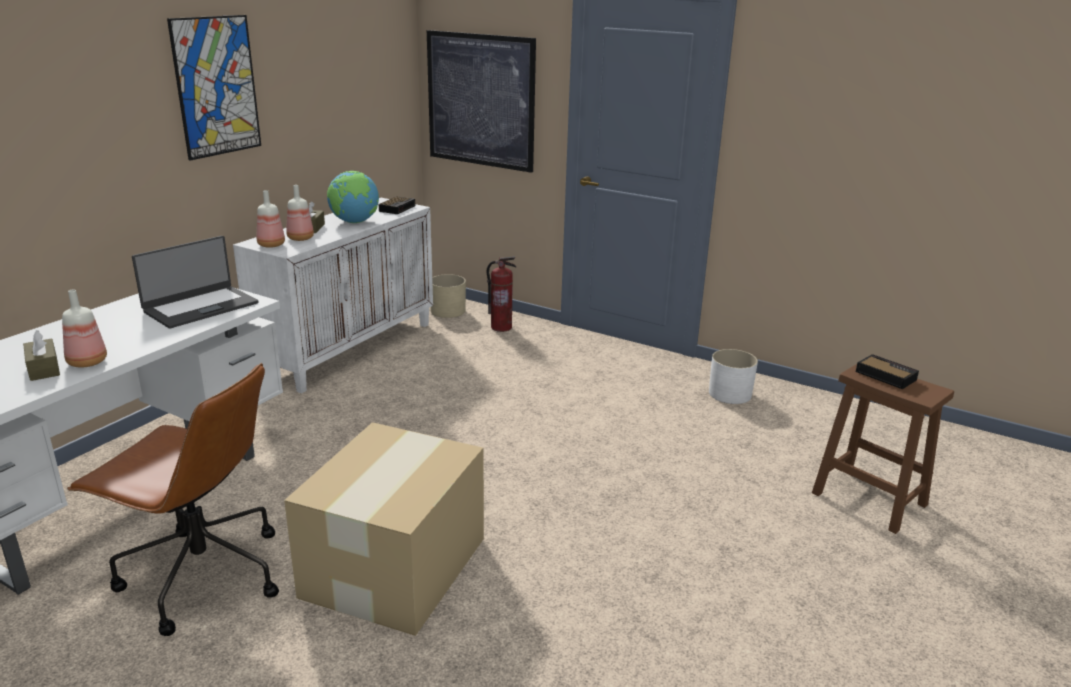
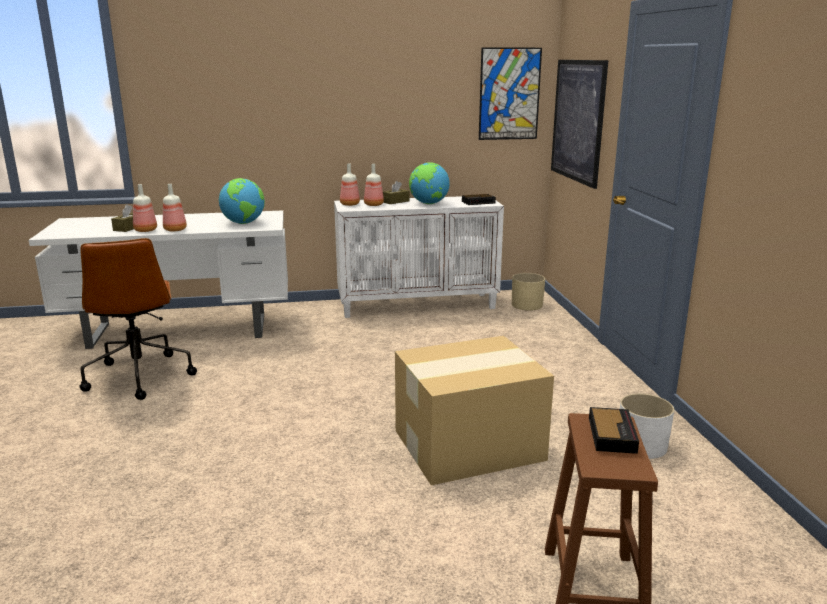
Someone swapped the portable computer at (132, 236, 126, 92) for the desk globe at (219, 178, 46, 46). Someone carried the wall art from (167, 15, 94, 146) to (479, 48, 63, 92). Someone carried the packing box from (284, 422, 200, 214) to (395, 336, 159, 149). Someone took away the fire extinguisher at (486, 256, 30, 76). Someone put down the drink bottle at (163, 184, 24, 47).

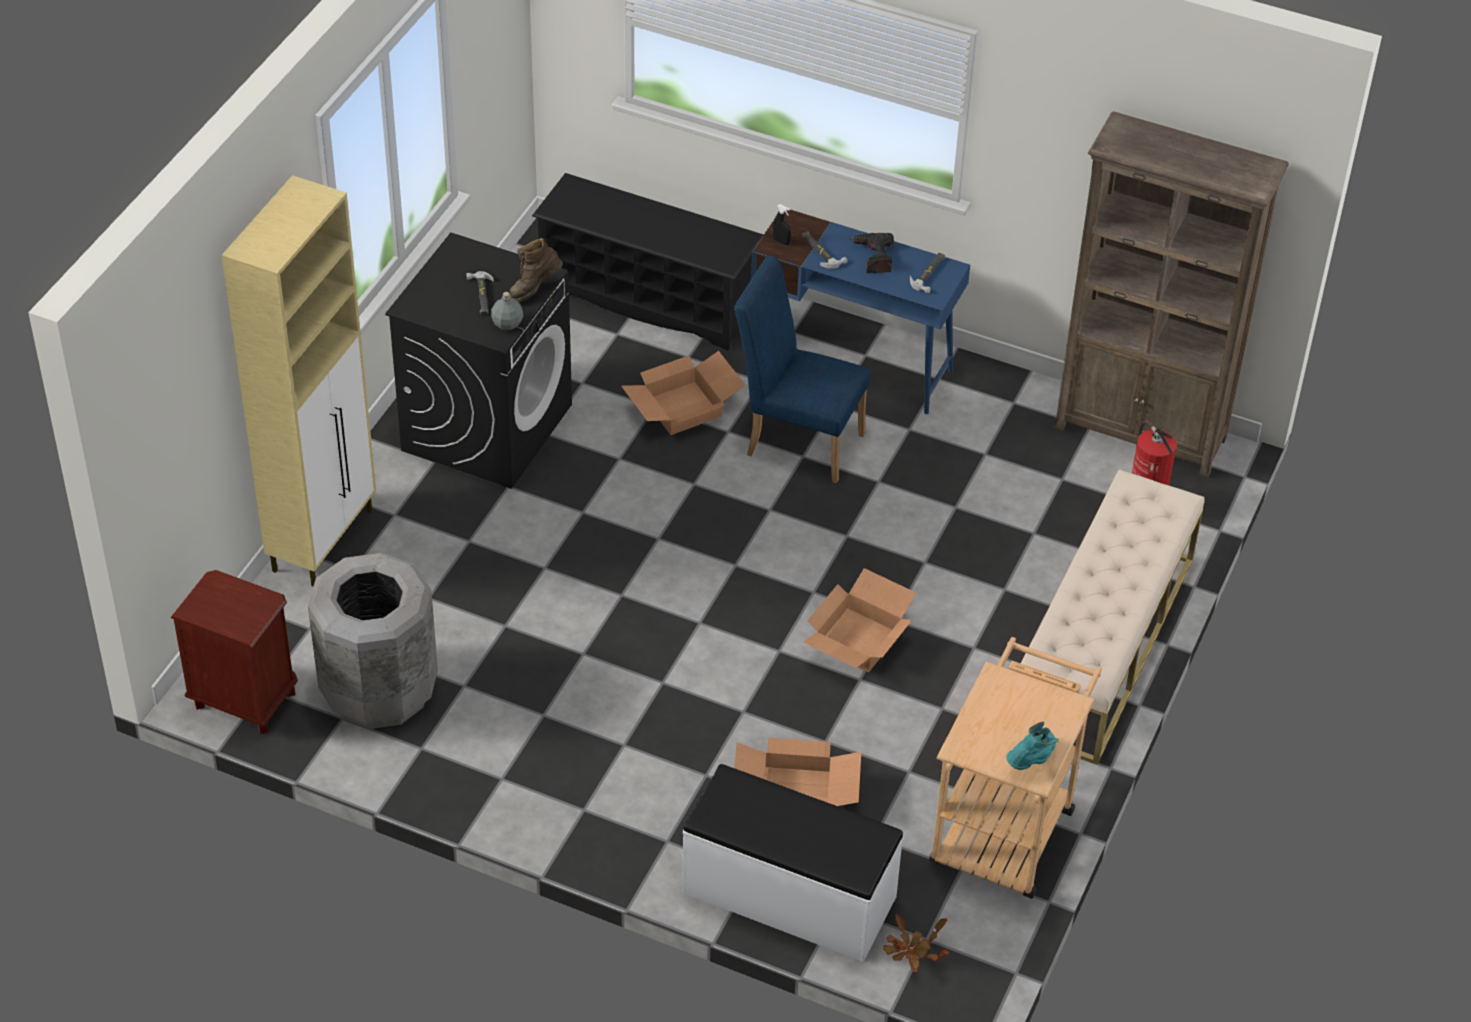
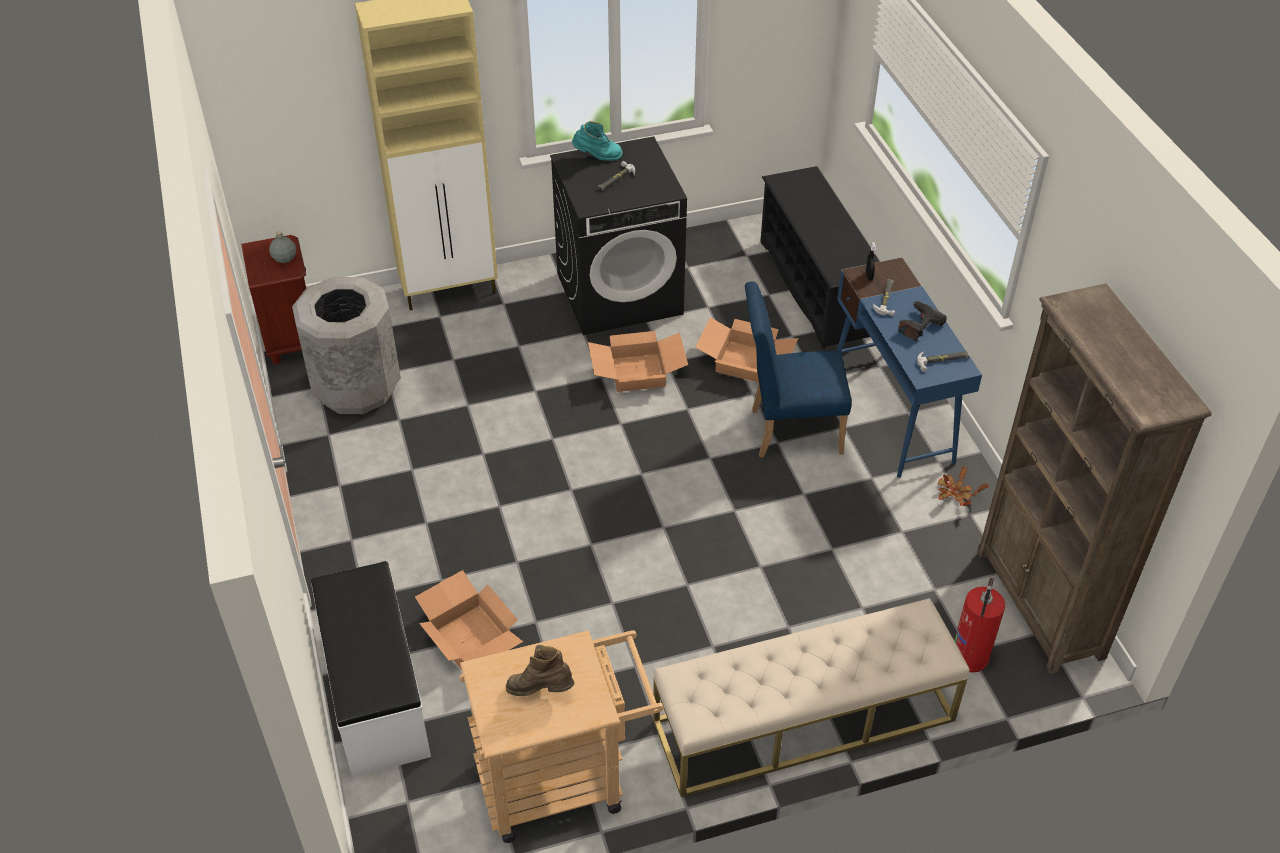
Someone carried the gray drink bottle from (491, 292, 33, 38) to (269, 231, 27, 32). Someone carried the brownish tall boot from (510, 238, 53, 64) to (506, 645, 68, 51). Someone rotated the bluish plain chair at (734, 256, 137, 228) by 75 degrees counterclockwise. Someone carried the packing box from (803, 568, 113, 104) to (588, 331, 100, 61). Someone carried the potted plant from (883, 914, 66, 58) to (938, 466, 51, 40). Someone carried the turquoise-coloured tall boot from (1006, 722, 53, 48) to (572, 121, 50, 40).

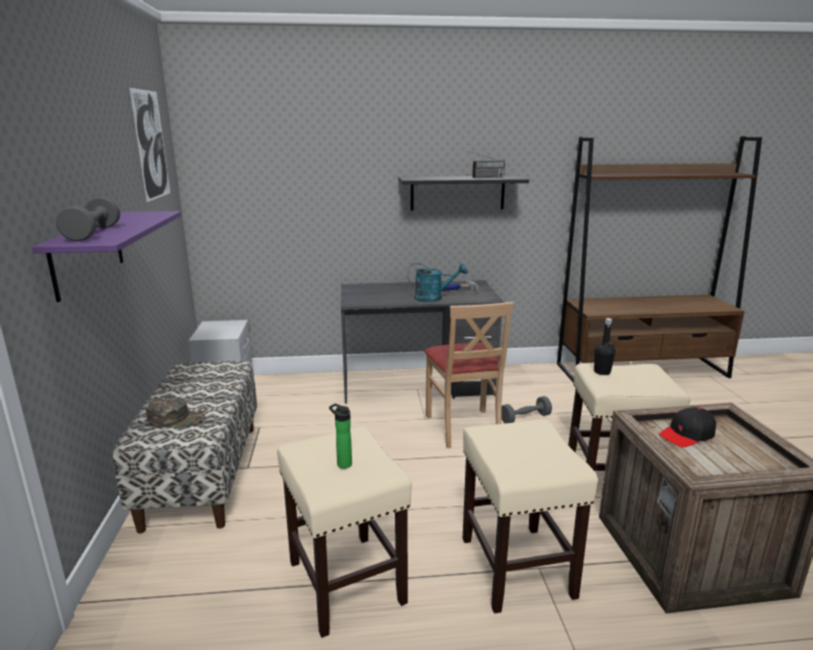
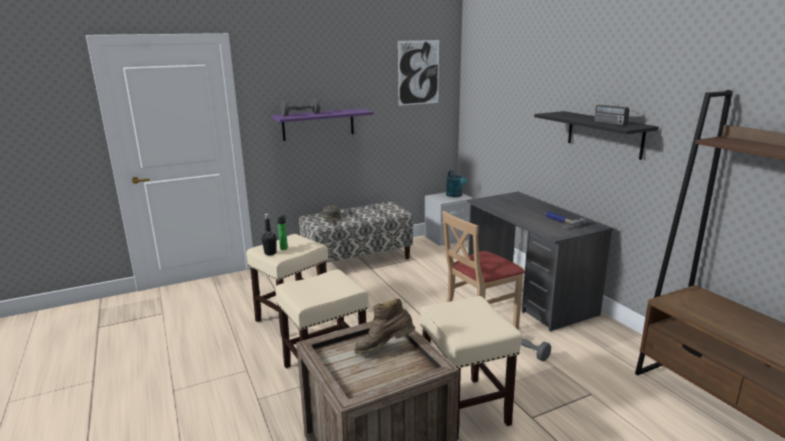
Someone carried the turquoise-coloured watering pot from (408, 263, 59, 39) to (446, 171, 21, 26). Someone carried the blackish drink bottle from (594, 318, 21, 57) to (262, 214, 14, 41). Someone swapped the blackish baseball cap at (659, 407, 57, 40) for the brownish tall boot at (354, 298, 61, 57).

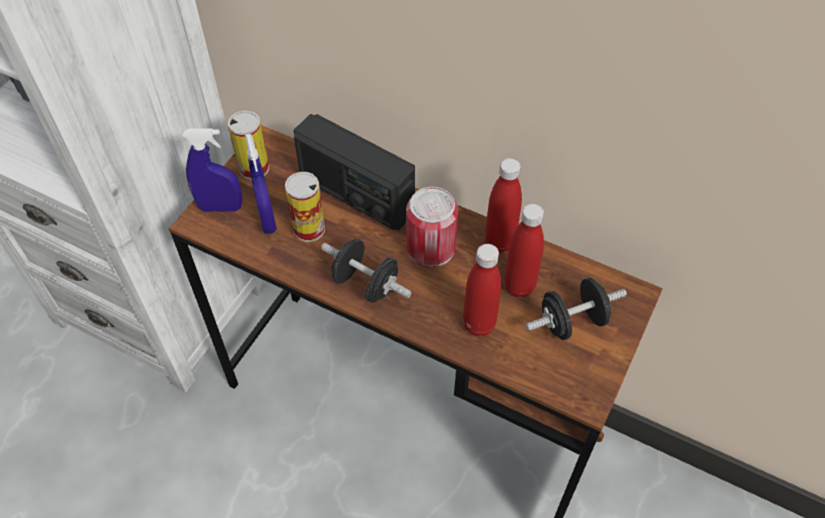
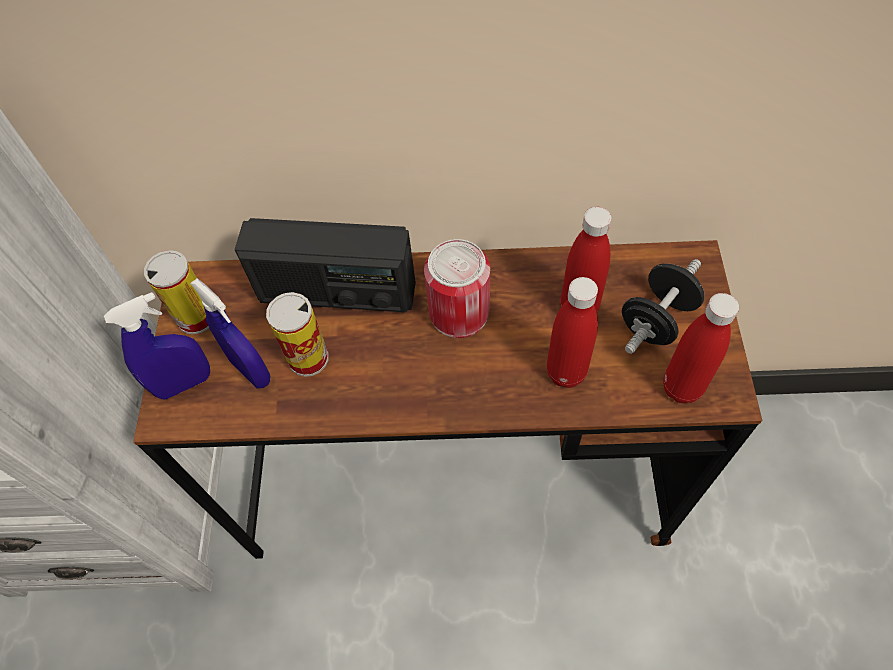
Someone took away the blackish hand weight at (321, 239, 91, 64). Someone carried the red-coloured drink bottle from (485, 158, 37, 95) to (663, 293, 76, 110).

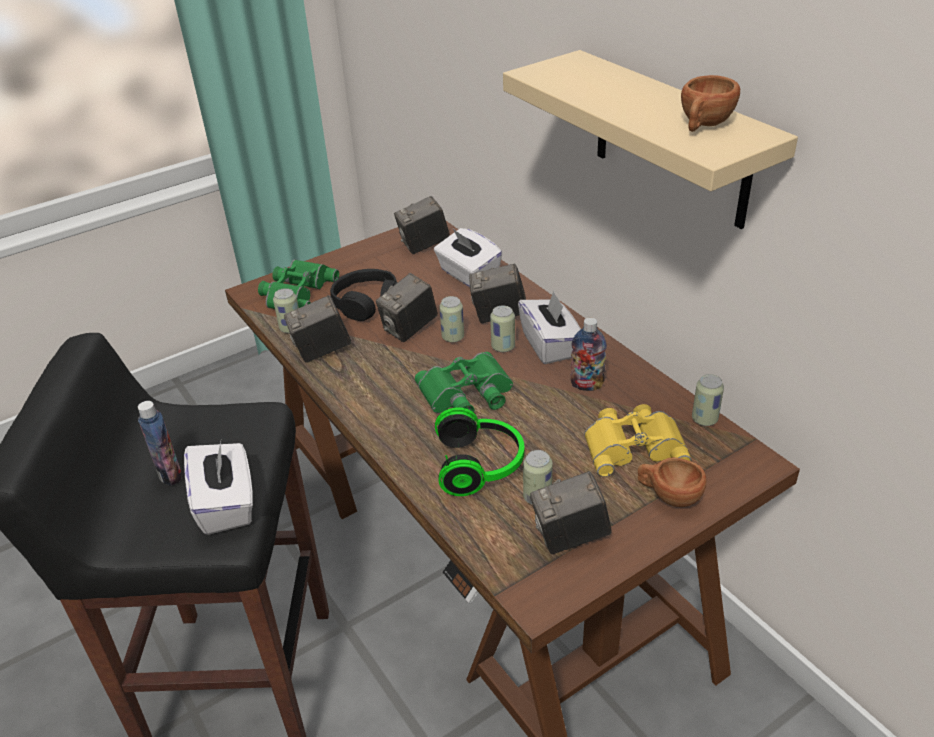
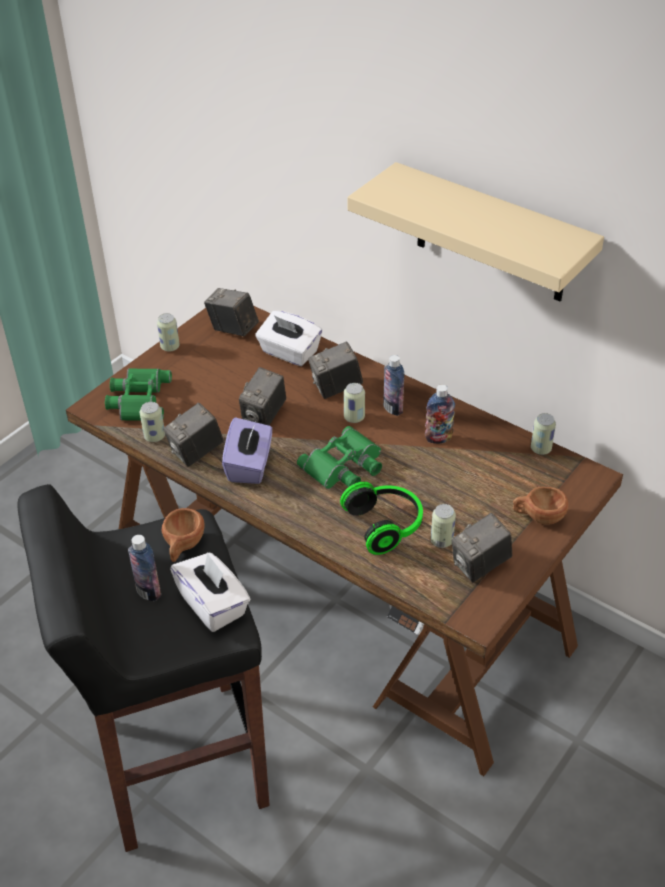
Someone took away the blackish headphones at (330, 269, 68, 52). Someone rotated the photo camera at (394, 196, 56, 58) by 75 degrees clockwise. Someone carried the sealed can from (439, 296, 25, 47) to (157, 313, 23, 39). Someone swapped the white box of tissues at (518, 291, 63, 73) for the drink bottle at (383, 355, 21, 61). Someone took away the yellowish pair of binoculars at (584, 404, 108, 73). Someone carried the brownish cup from (681, 75, 59, 57) to (162, 508, 42, 54). Someone put down the purple-coloured box of tissues at (222, 417, 50, 67).

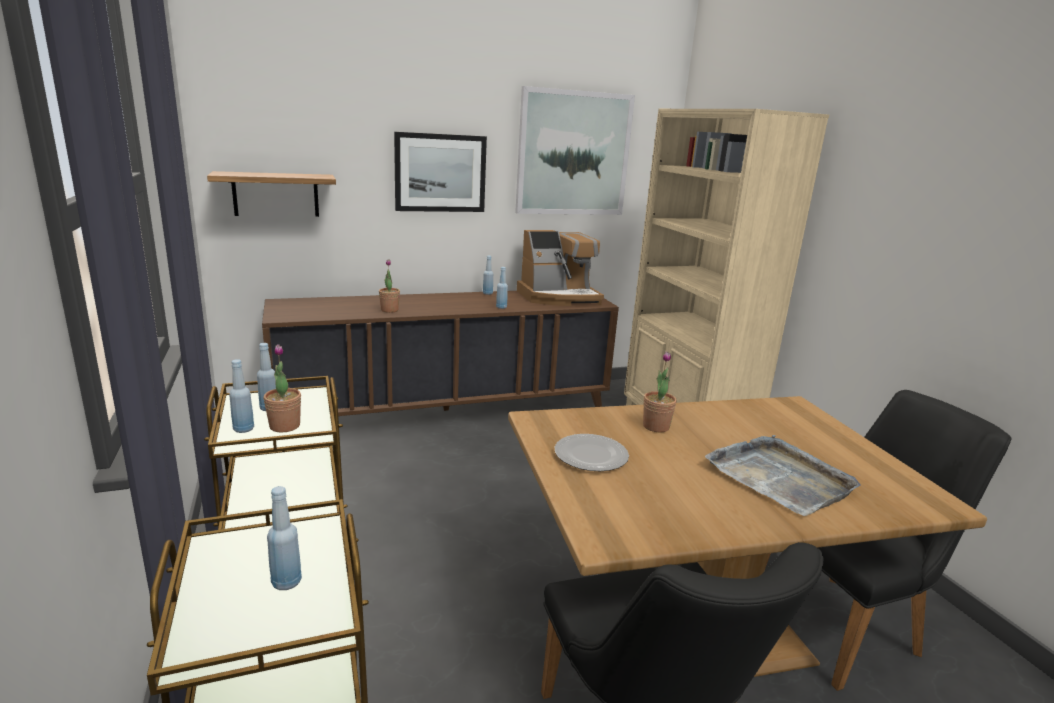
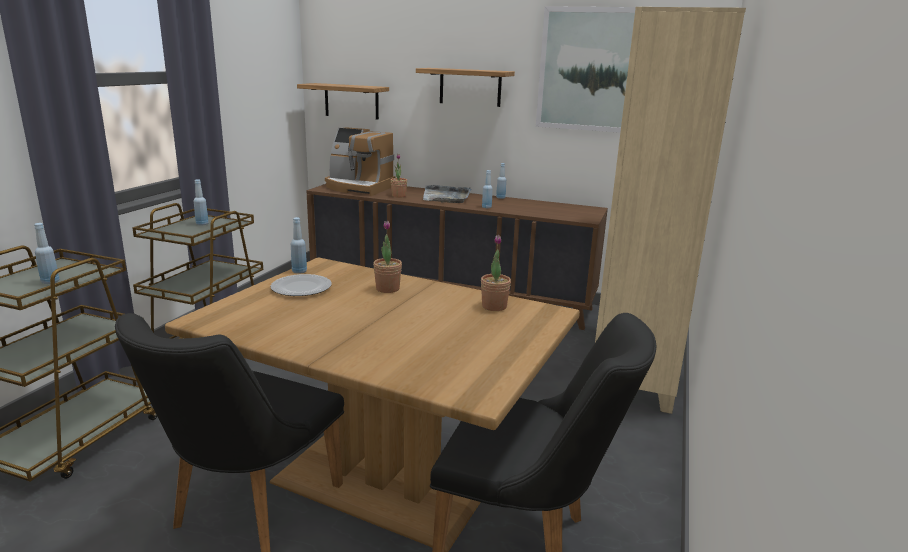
Someone carried the bluish drink bottle from (229, 359, 25, 74) to (291, 217, 16, 57). Someone carried the potted plant from (263, 344, 38, 88) to (481, 235, 30, 76). Someone swapped the wall art at (394, 132, 93, 80) for the wall shelf at (416, 68, 99, 39). Someone carried the coffee machine from (517, 230, 87, 76) to (325, 127, 71, 69). Someone carried the gray carrying tray from (705, 435, 156, 81) to (423, 185, 48, 18).

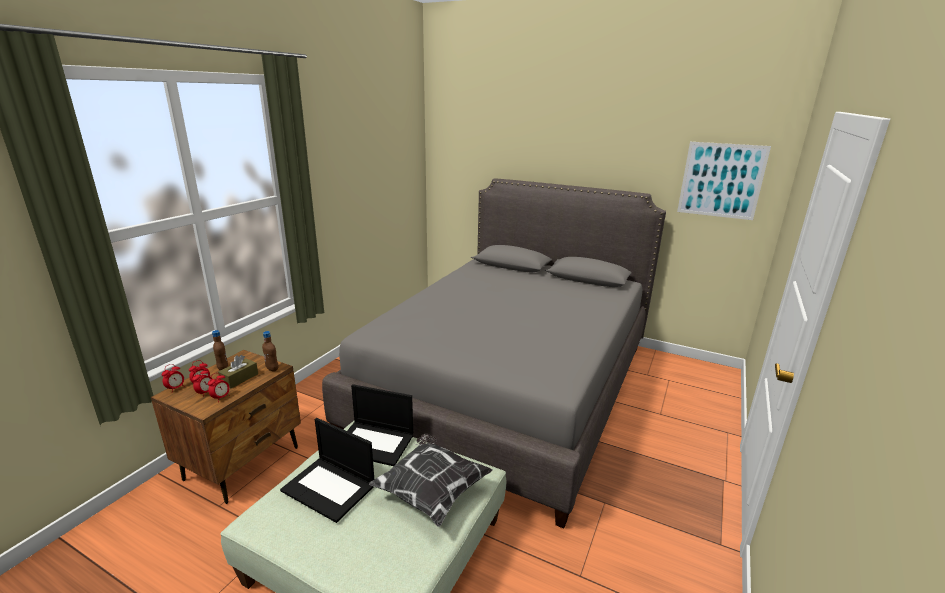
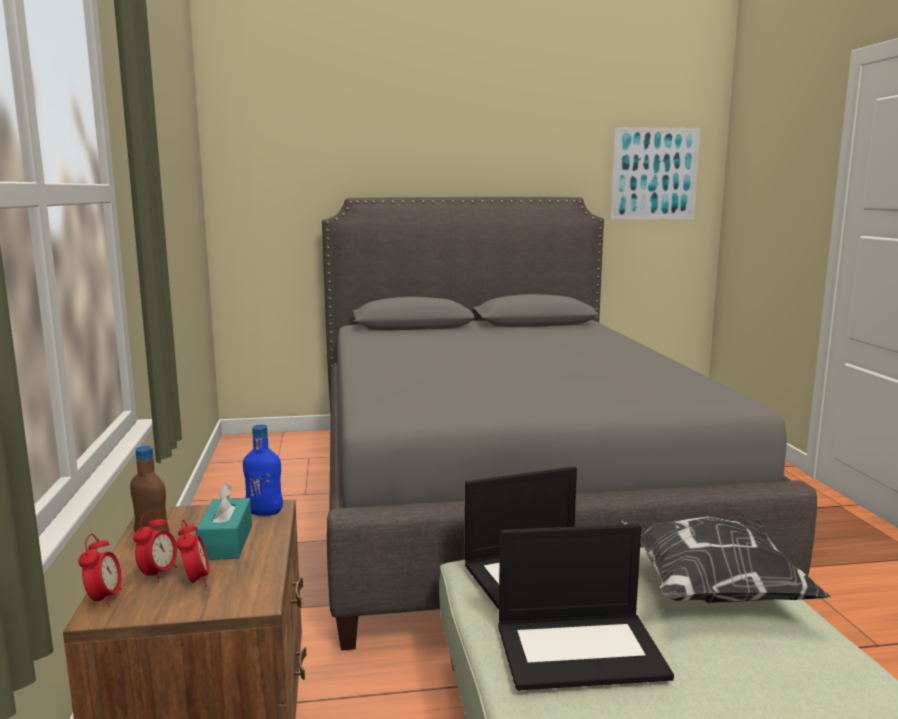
Someone took away the table clock at (208, 373, 22, 29). Someone repainted the brownish box of tissues at (218, 355, 40, 33), which became the turquoise-coloured box of tissues at (196, 484, 56, 76). Someone repainted the brownish drink bottle at (262, 331, 17, 40), which became the bluish drink bottle at (243, 425, 40, 91).

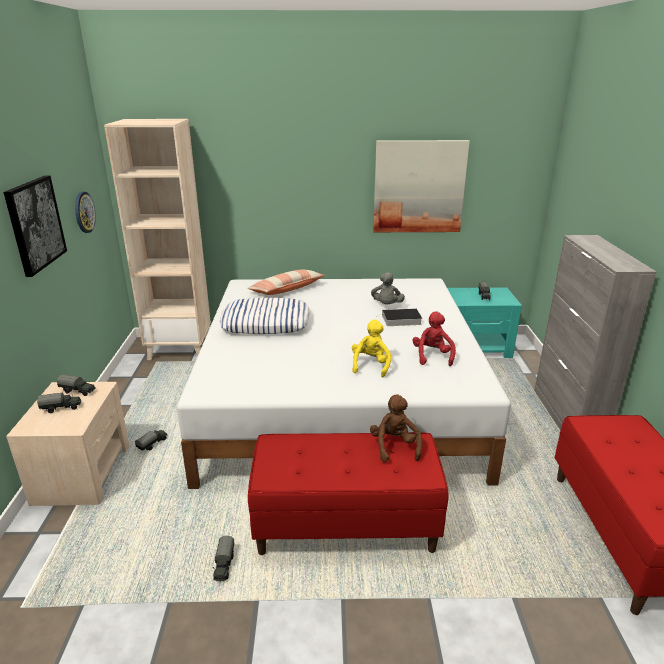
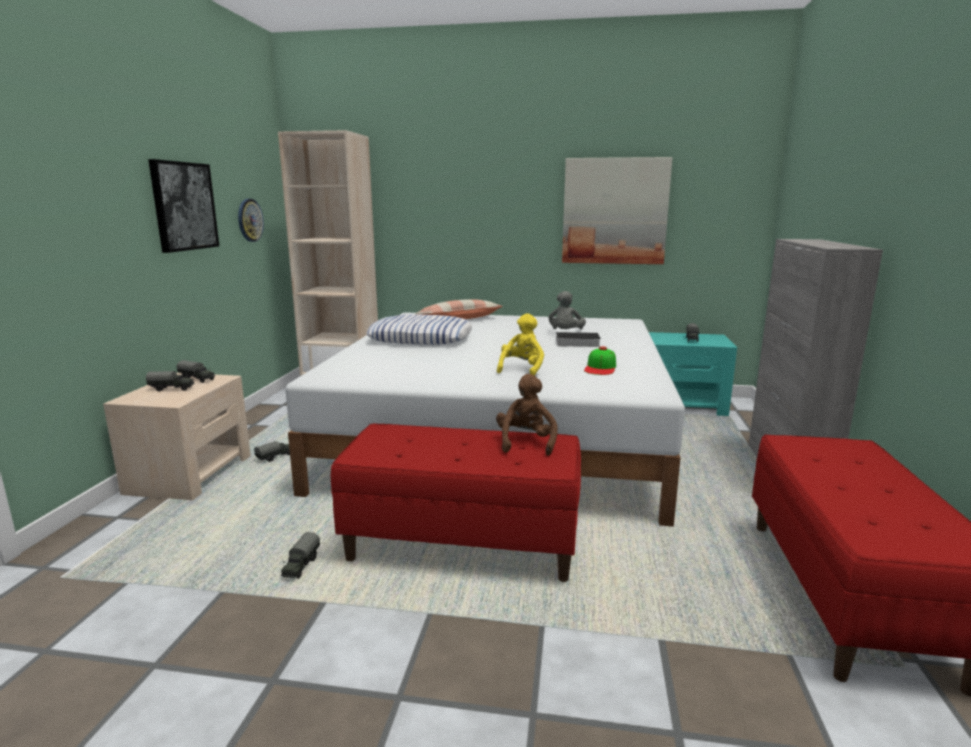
Someone swapped the red-coloured cuddly toy at (413, 311, 43, 55) for the baseball cap at (584, 346, 32, 29).

